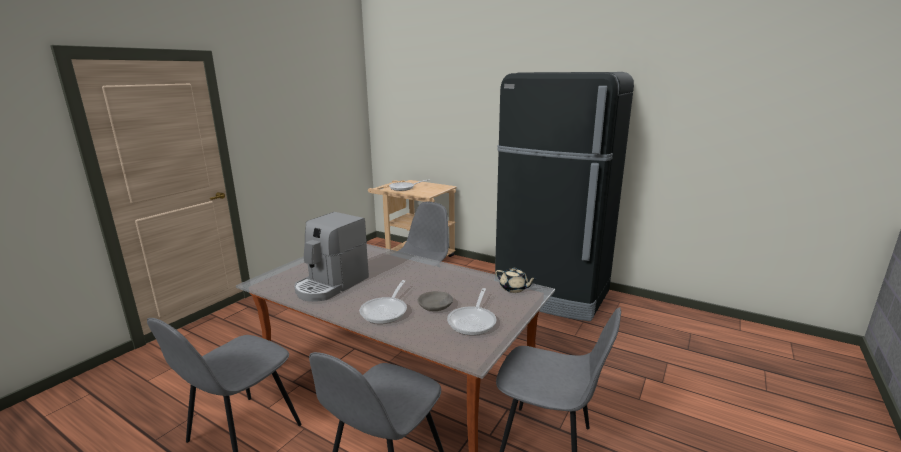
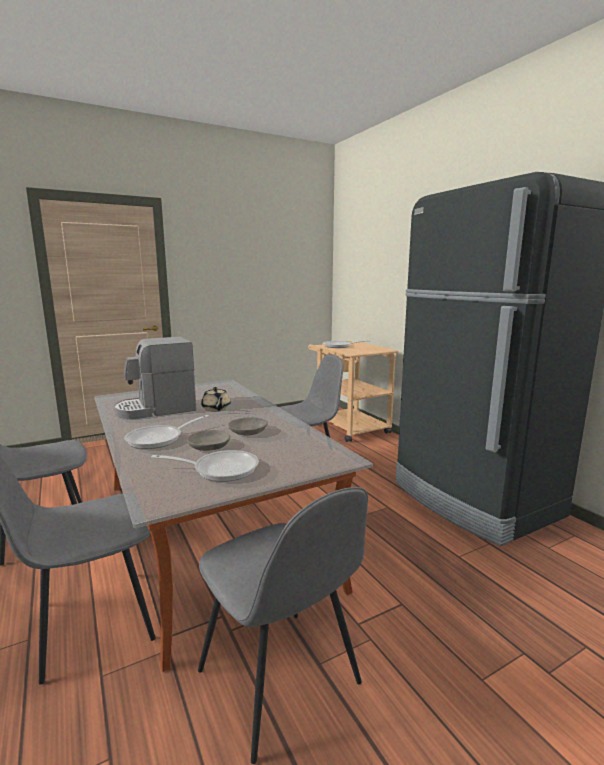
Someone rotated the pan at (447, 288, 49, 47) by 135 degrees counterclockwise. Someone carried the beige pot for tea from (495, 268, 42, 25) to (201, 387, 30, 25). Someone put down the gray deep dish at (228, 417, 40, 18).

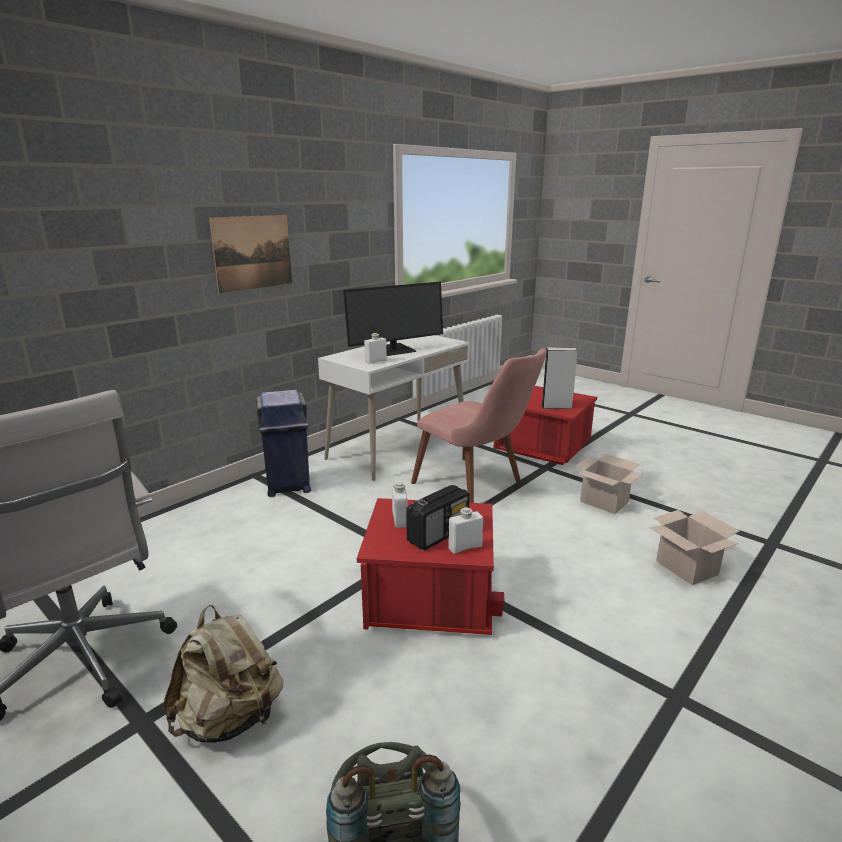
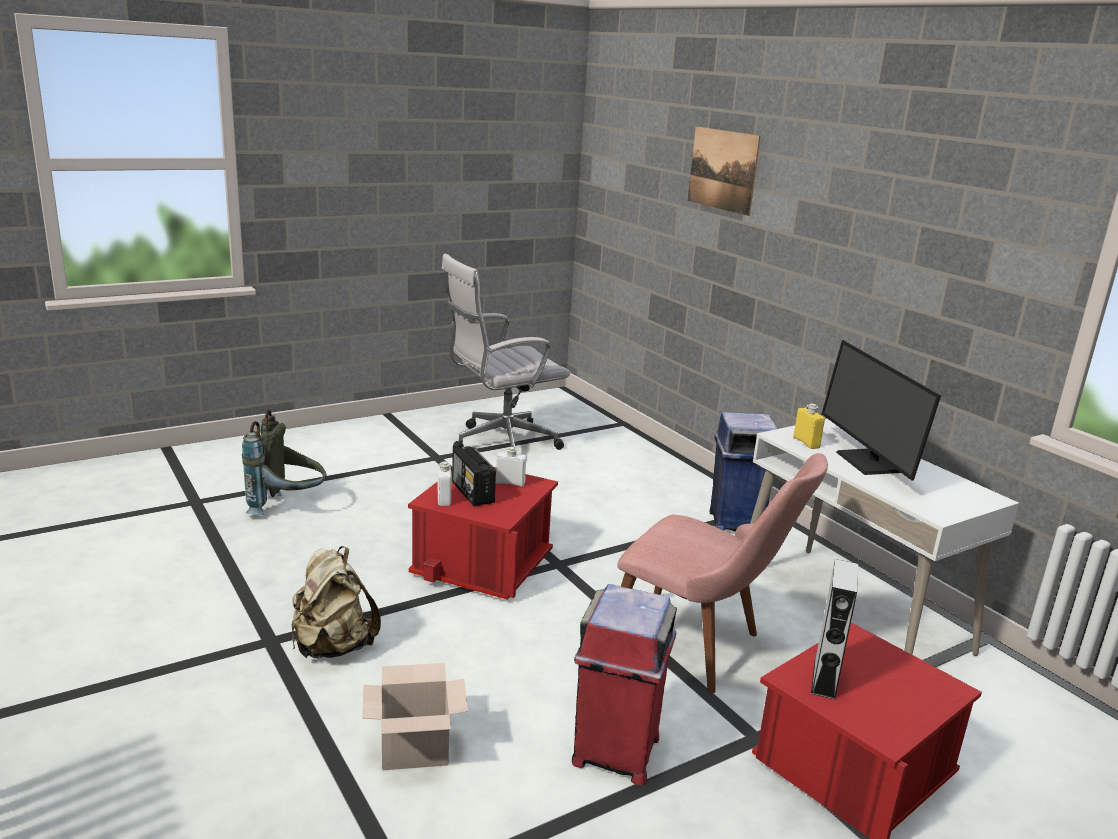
Someone carried the beige rucksack from (163, 605, 120, 138) to (292, 546, 89, 112). Someone carried the wall art from (209, 215, 83, 78) to (688, 126, 73, 90). Someone repainted the white drink bottle at (364, 333, 23, 31), which became the yellowish drink bottle at (793, 404, 32, 45). Someone rotated the pink-coloured plain chair at (411, 348, 136, 155) by 120 degrees counterclockwise. Someone swapped the packing box at (575, 454, 68, 60) for the red-coloured trash can at (572, 584, 105, 201).

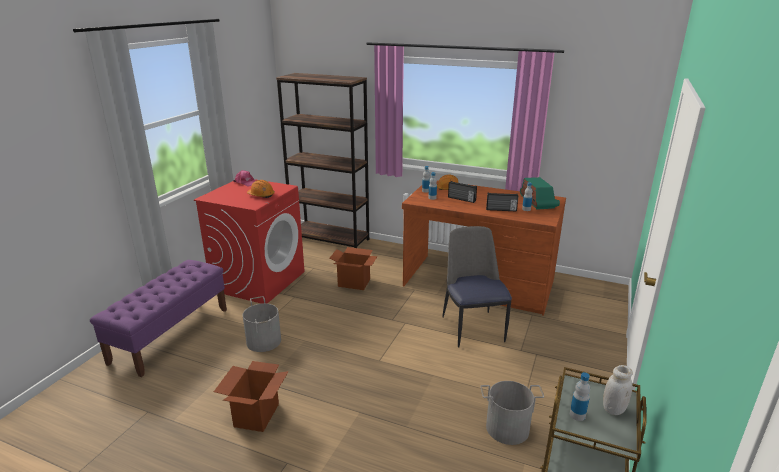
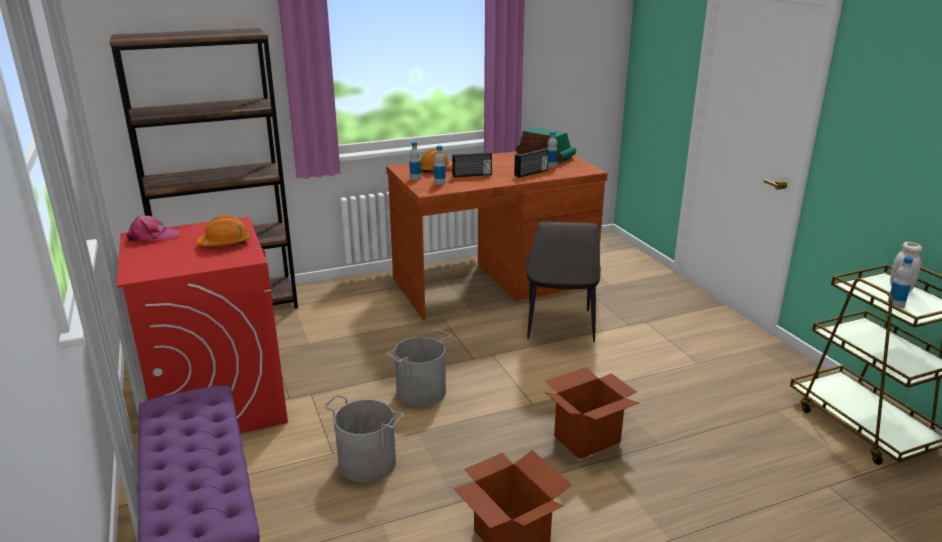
Someone carried the packing box from (330, 247, 48, 43) to (545, 367, 94, 92). Someone rotated the plain chair at (442, 226, 70, 121) by 120 degrees counterclockwise. Someone carried the gray pail from (480, 381, 64, 64) to (386, 329, 65, 78).

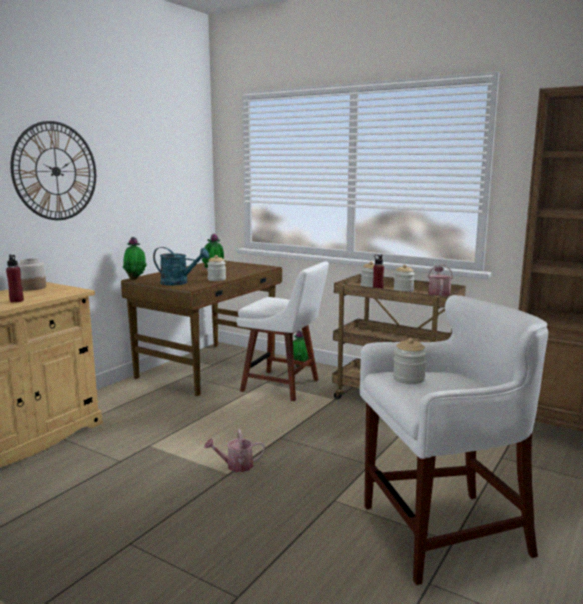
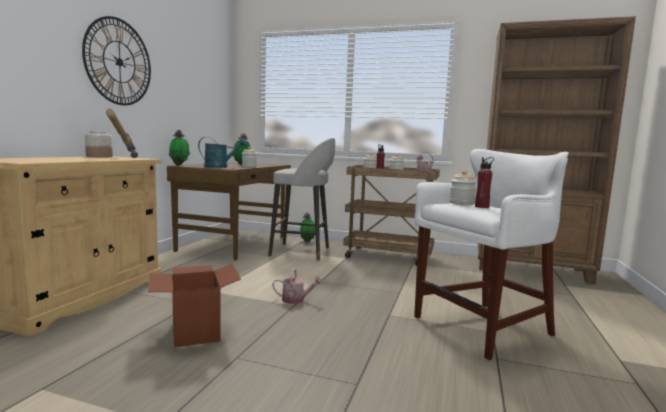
Someone carried the red-coloured drink bottle from (6, 254, 18, 49) to (475, 157, 19, 51). Someone rotated the watering pot at (204, 429, 61, 43) by 150 degrees counterclockwise. Someone swapped the white plain chair at (237, 261, 92, 140) for the gray stool seat at (268, 138, 67, 123). Someone put down the hand hammer at (106, 108, 32, 50). Someone put down the packing box at (148, 264, 93, 84).

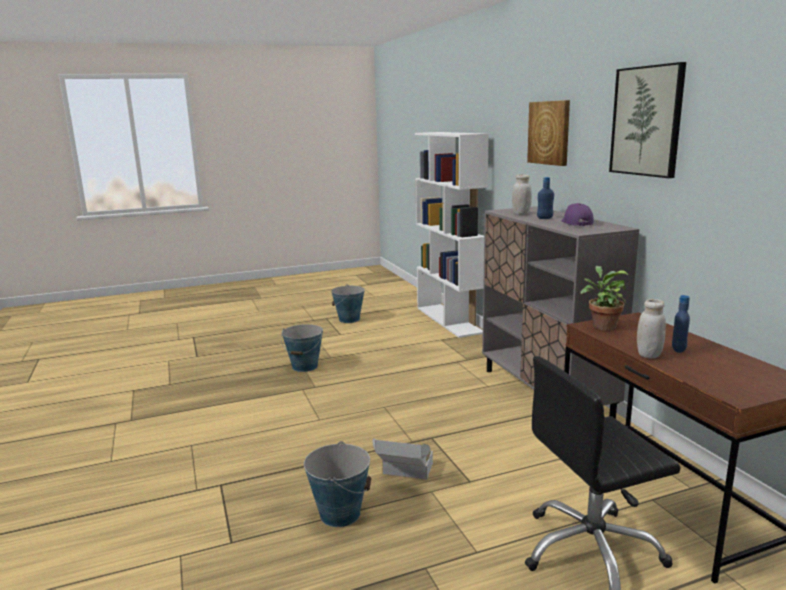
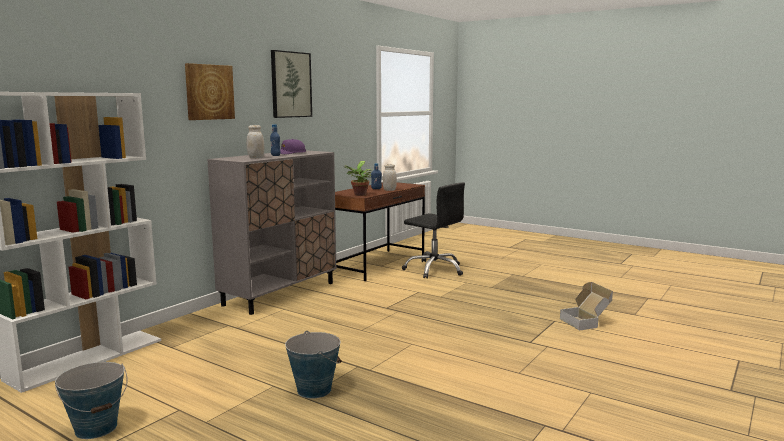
Someone took away the pail at (304, 441, 67, 86). Someone carried the packing box from (373, 438, 60, 42) to (560, 282, 53, 49).

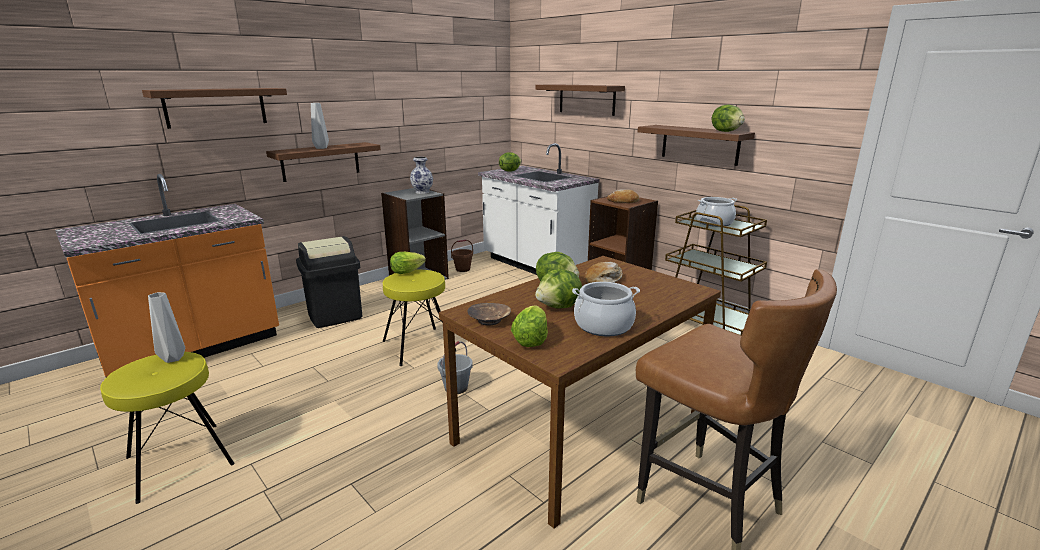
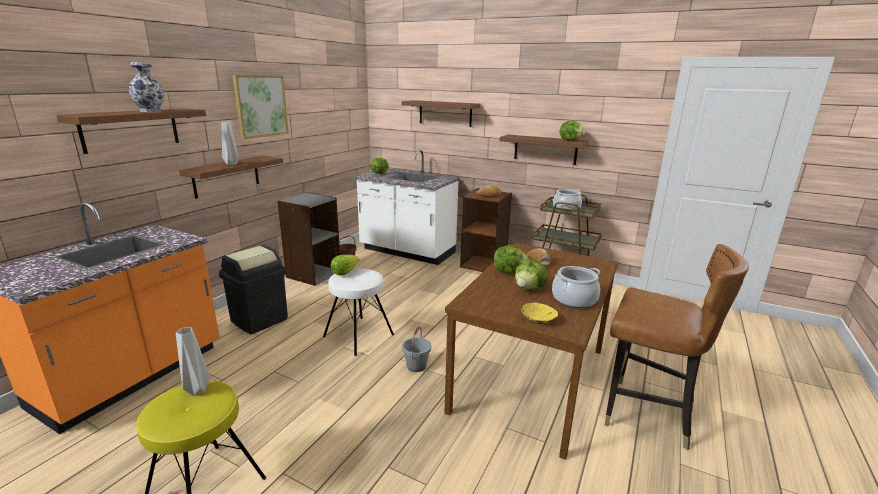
Someone repainted the yellowish stool seat at (383, 270, 73, 96), which became the white stool seat at (323, 268, 71, 88). Someone carried the vase from (410, 157, 23, 37) to (129, 62, 35, 50). Someone took away the brownish deep dish at (467, 303, 44, 22). Someone swapped the lettuce at (511, 305, 37, 42) for the yellowish deep dish at (521, 303, 37, 21). Someone put up the wall art at (232, 75, 57, 64).

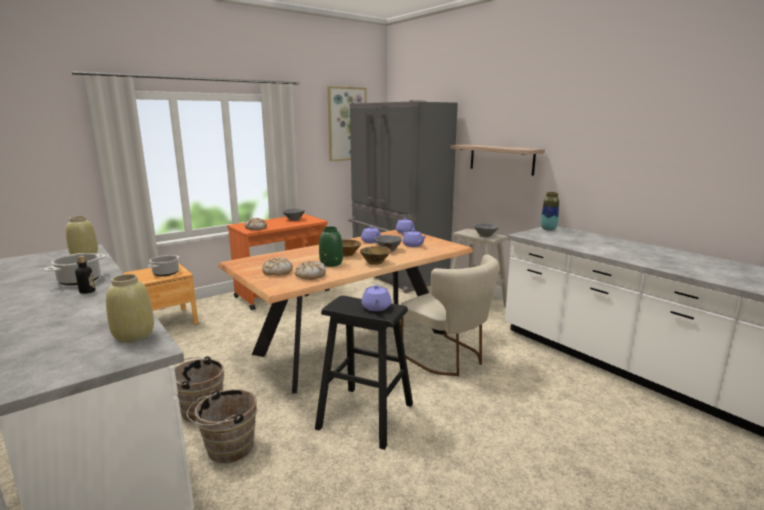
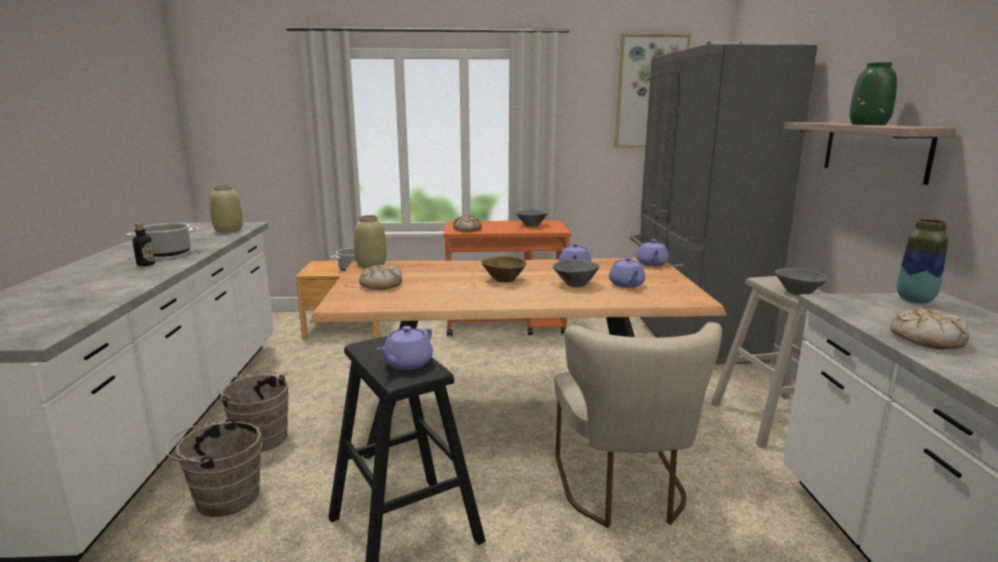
Someone carried the beige vase from (106, 274, 48, 69) to (354, 215, 33, 53). Someone carried the bakery bread from (295, 261, 31, 19) to (890, 308, 80, 42). Someone carried the green-coloured vase from (319, 226, 24, 41) to (849, 62, 48, 63). Someone took away the brownish deep dish at (360, 246, 31, 19).

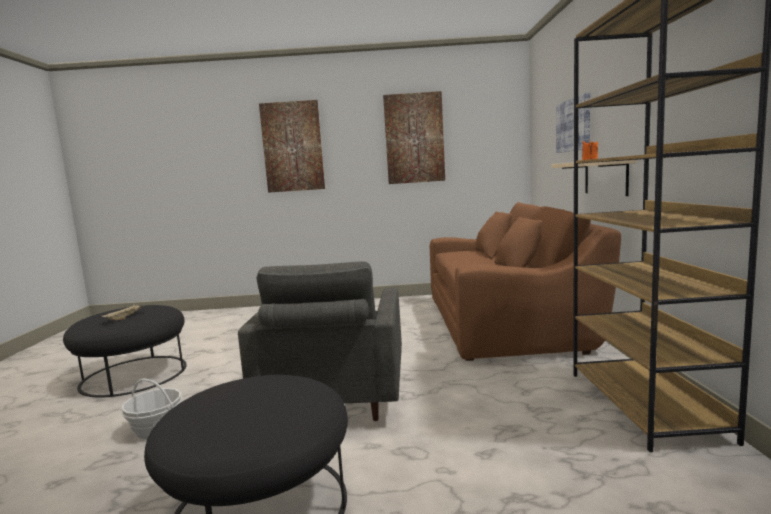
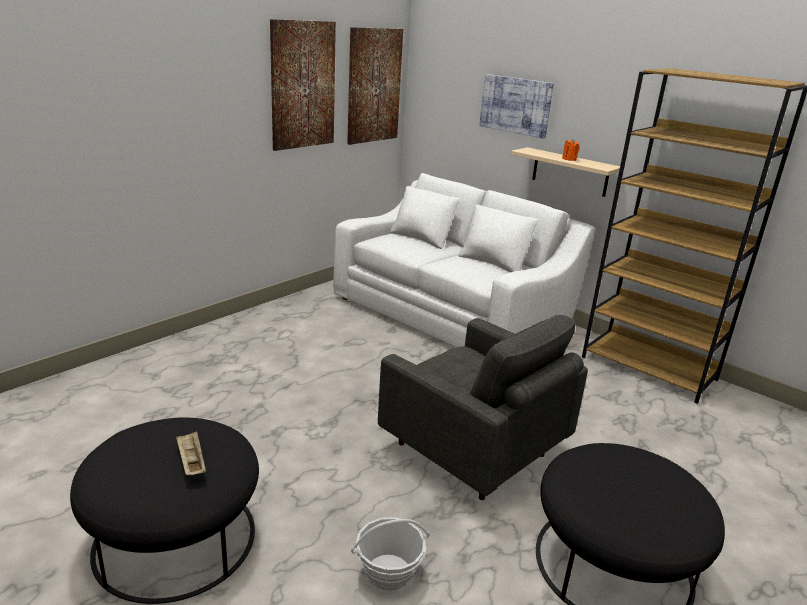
Someone carried the wall art from (259, 100, 66, 93) to (347, 27, 56, 118). Someone repainted the brownish settee at (430, 202, 191, 159), which became the white settee at (333, 173, 262, 174).

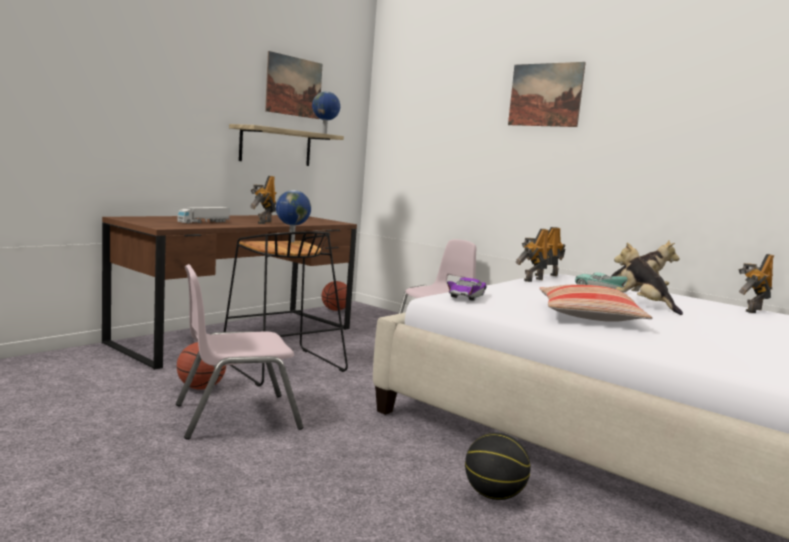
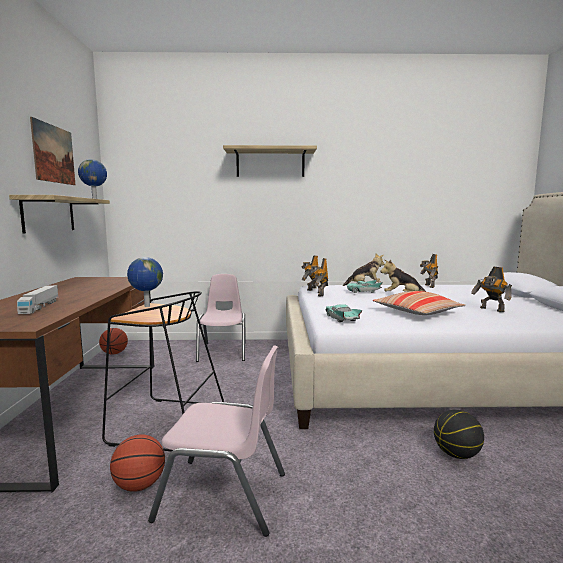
Someone rotated the pink-coloured plain chair at (176, 264, 127, 176) by 105 degrees counterclockwise. Someone carried the model robot from (250, 176, 26, 48) to (471, 267, 41, 45). Someone repainted the purple-coloured model car at (447, 278, 40, 23), which became the turquoise-coloured model car at (326, 304, 37, 18). Someone swapped the wall art at (508, 62, 78, 65) for the wall shelf at (223, 145, 94, 32).

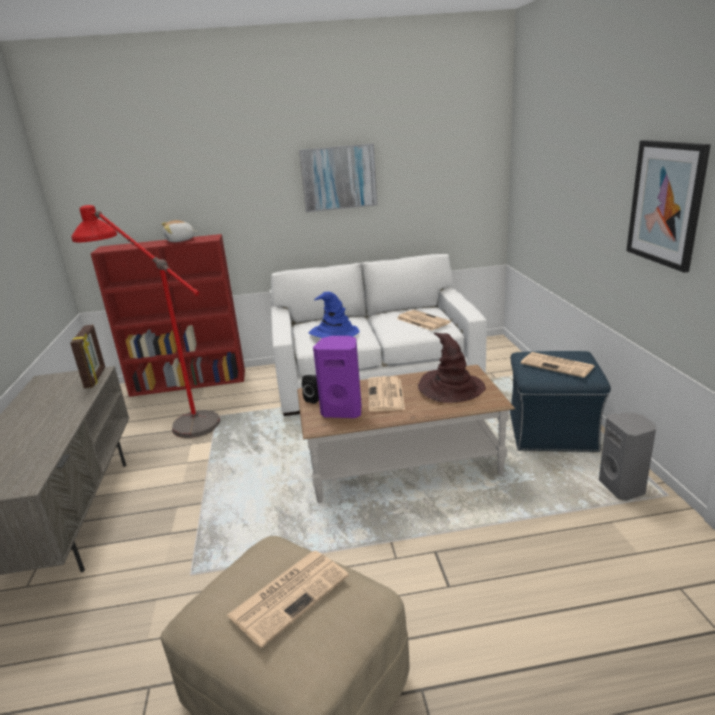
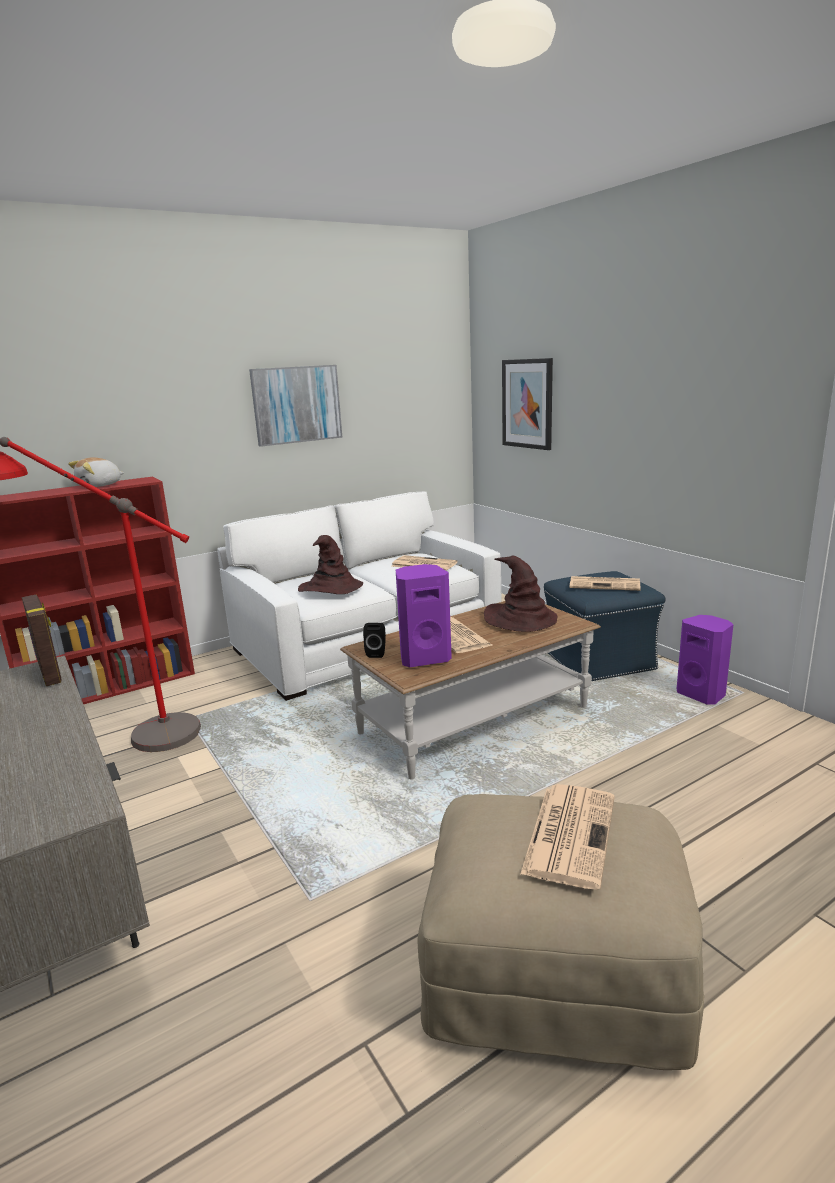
Someone repainted the bluish wearable hat at (309, 292, 51, 46), which became the brownish wearable hat at (298, 535, 65, 59). Someone repainted the gray loudspeaker at (599, 412, 57, 89), which became the purple-coloured loudspeaker at (677, 615, 57, 90). Someone carried the wall art from (626, 140, 85, 133) to (502, 358, 51, 92).

